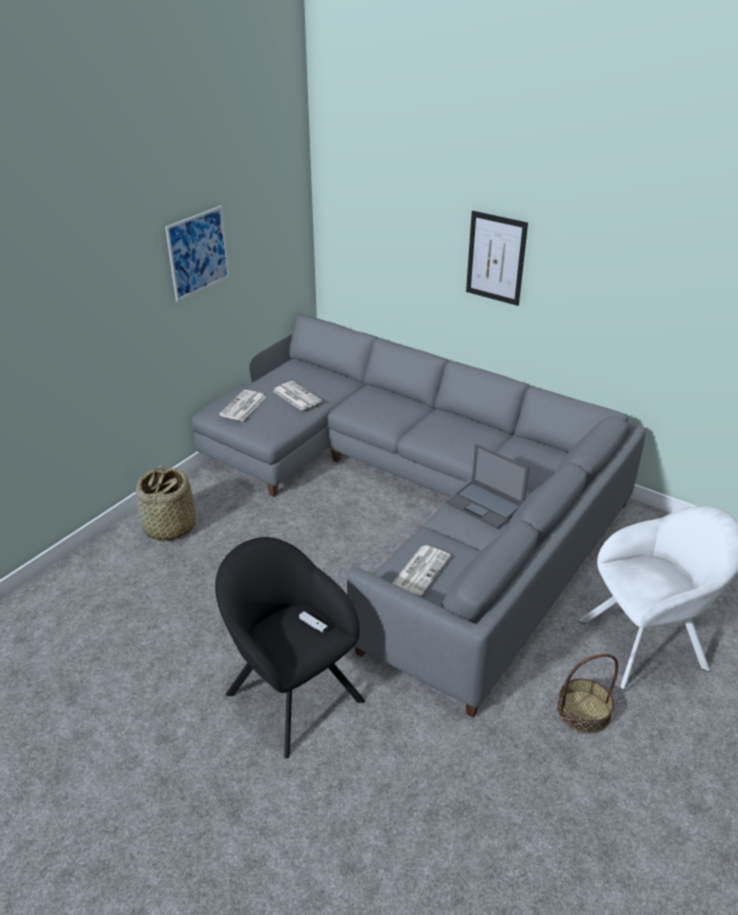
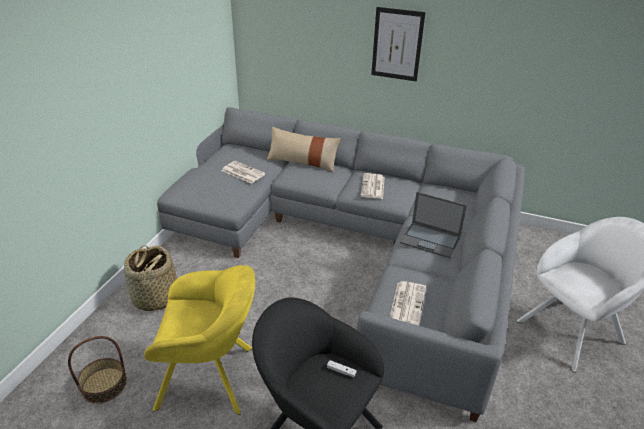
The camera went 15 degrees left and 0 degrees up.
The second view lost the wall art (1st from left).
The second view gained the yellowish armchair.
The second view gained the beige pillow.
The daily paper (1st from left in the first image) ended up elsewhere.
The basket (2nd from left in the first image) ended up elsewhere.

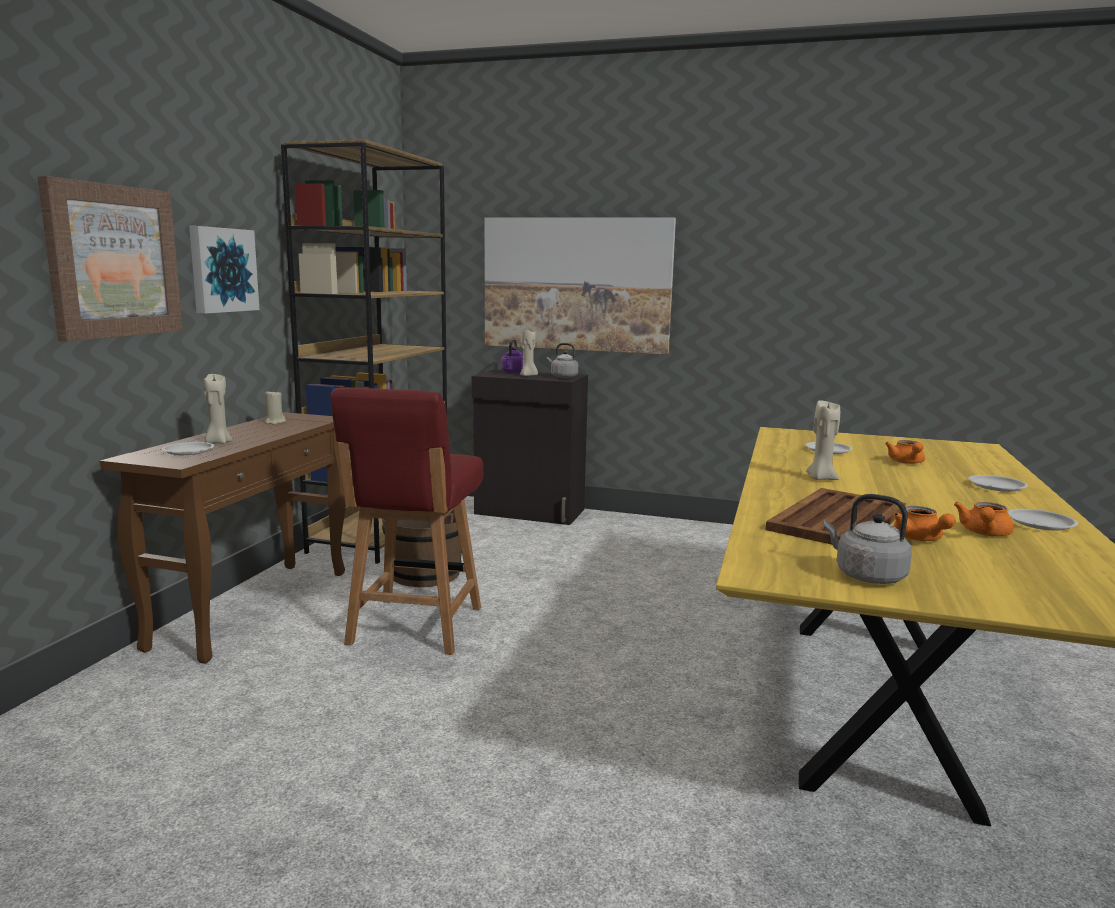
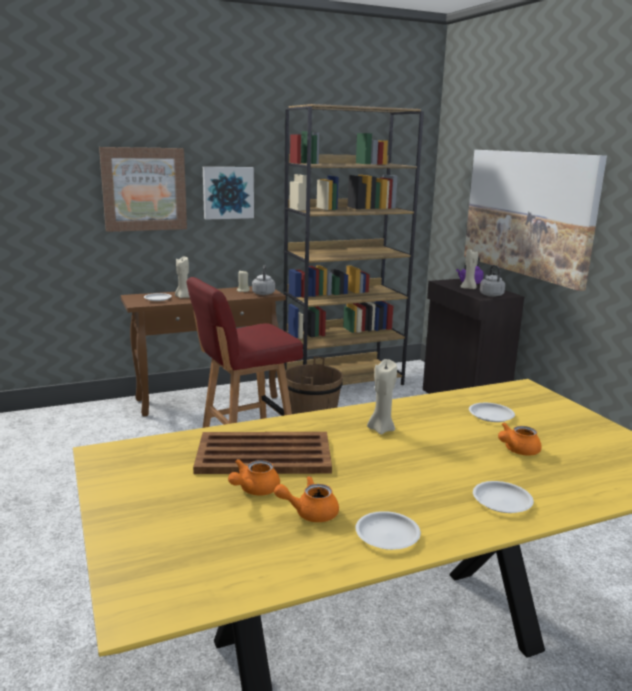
The camera went 50 degrees right and 5 degrees up.
The greyish tea kettle (2nd from left in the first image) ended up elsewhere.

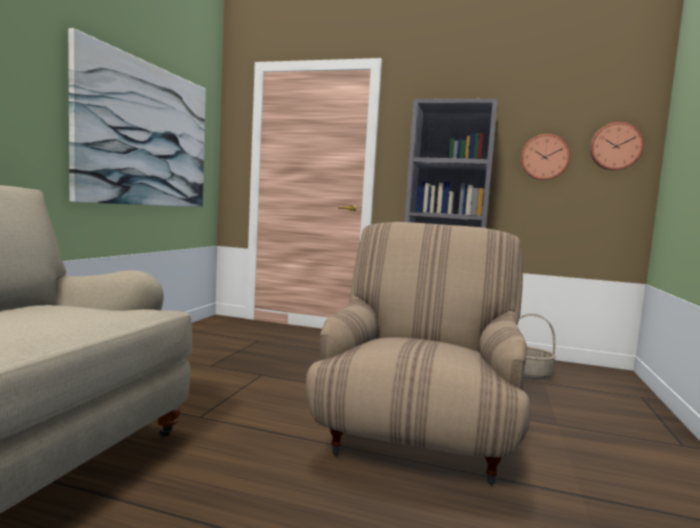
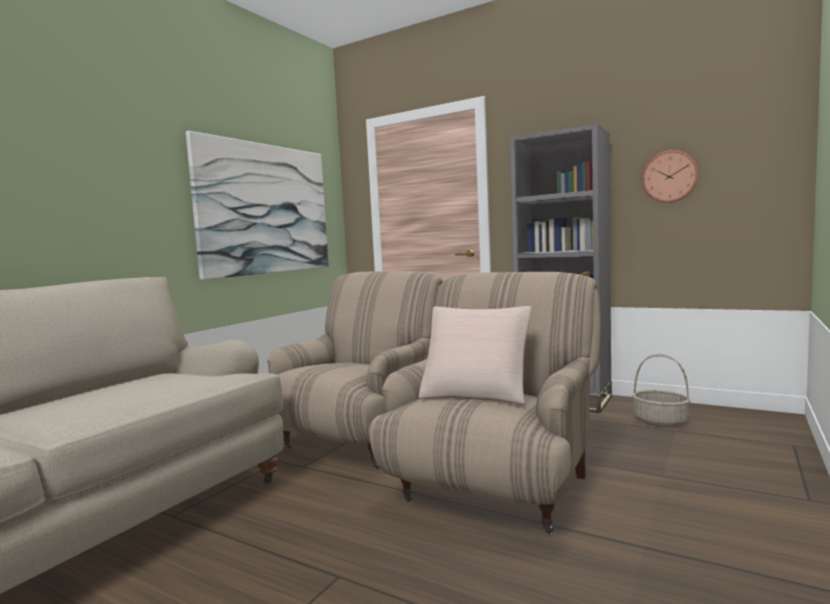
The camera went 15 degrees right and 0 degrees up.
The second view lost the hanging clock (2nd from left).
The second view gained the beige armchair (1st from left).
The second view gained the beige pillow.

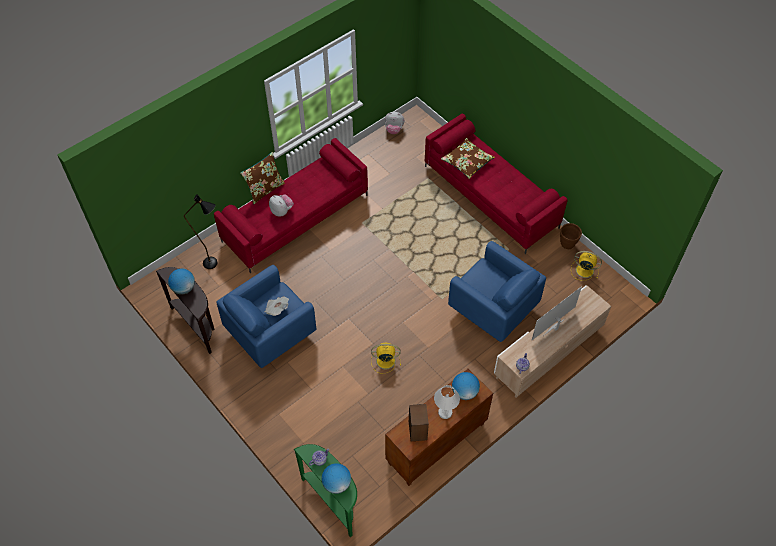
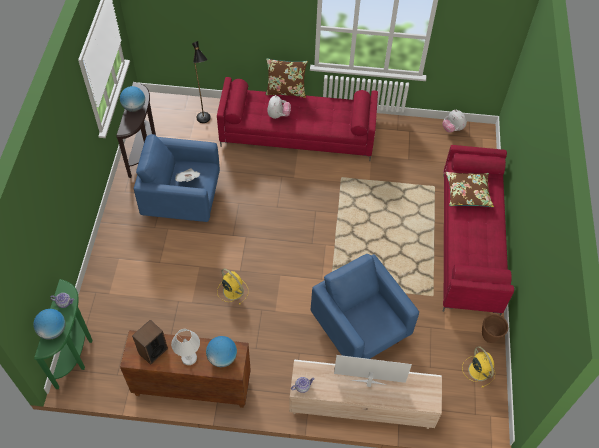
The camera went 45 degrees right and 0 degrees up.
The blue armchair (2nd from left) ended up facing another way, 150 degrees clockwise from before.

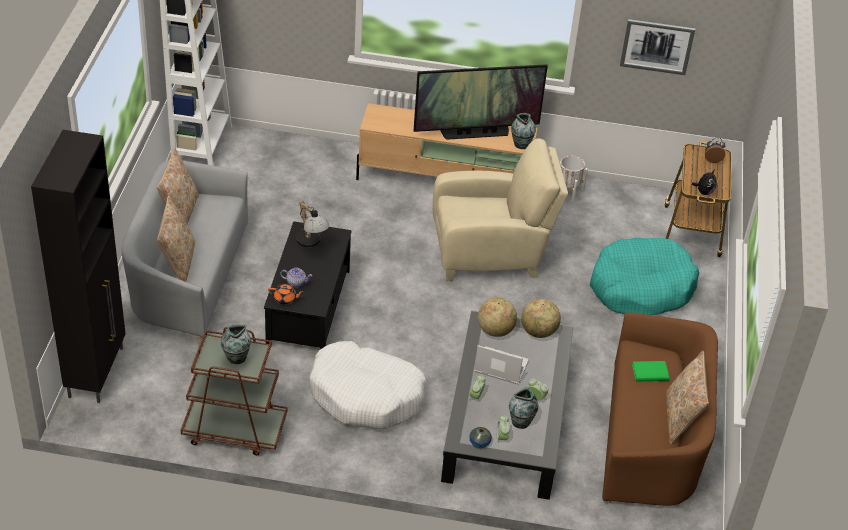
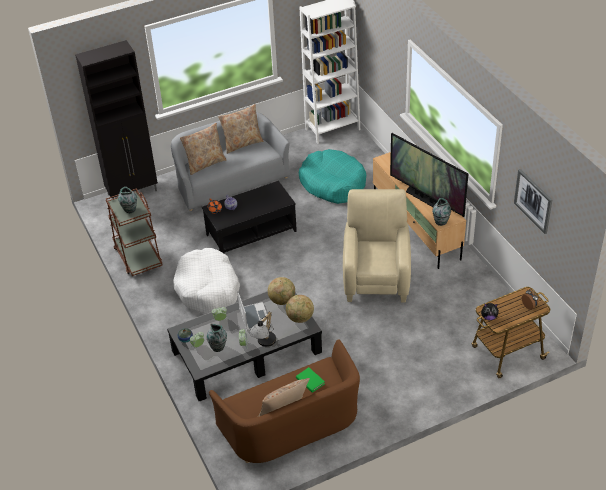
The camera went 60 degrees right and 0 degrees up.
The second view lost the white-coloured plant pot.
The table lamp ended up elsewhere.
The turquoise-coloured dog cushion ended up elsewhere.
The beige armchair ended up facing another way, 135 degrees counterclockwise from before.

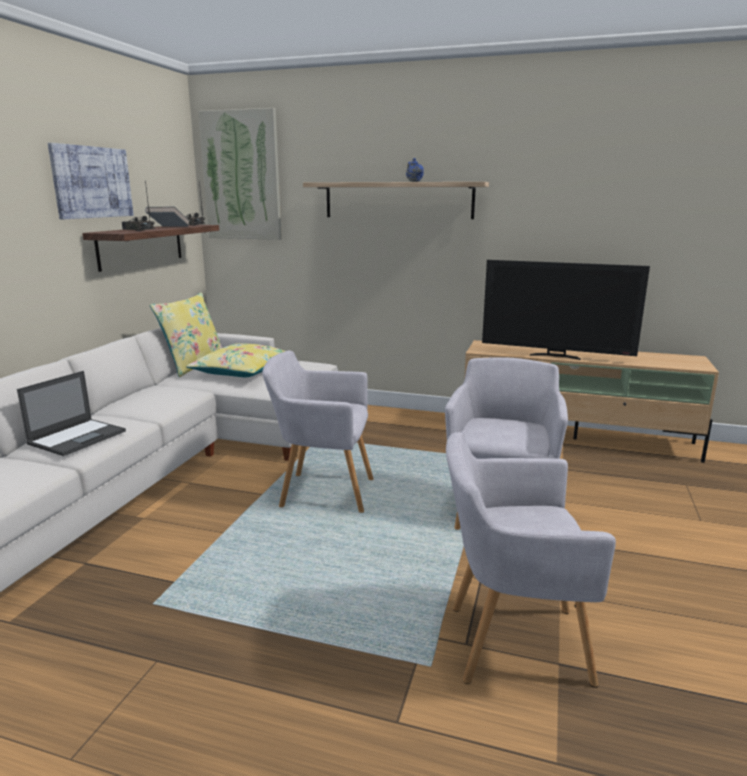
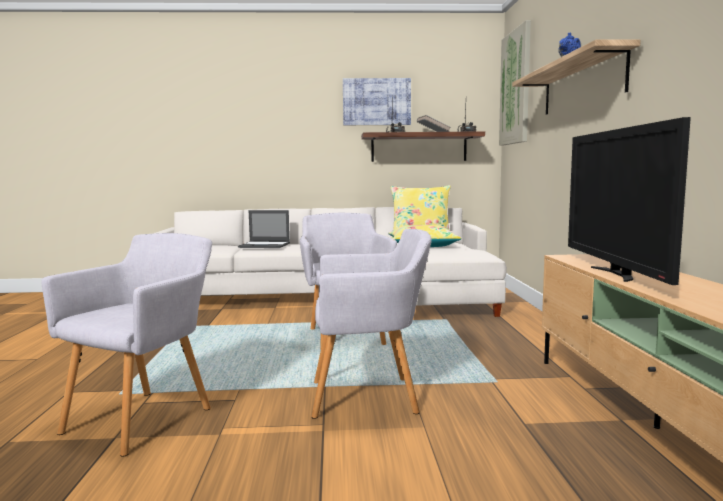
The camera went 70 degrees right and 10 degrees down.
The greyish armchair (3rd from left in the first image) ended up facing another way, 45 degrees clockwise from before.

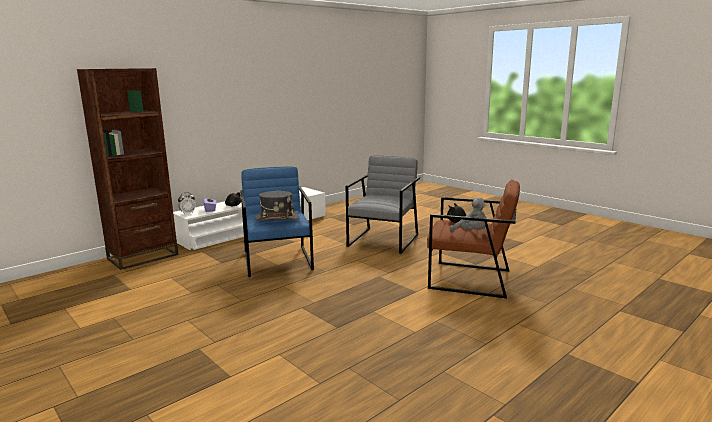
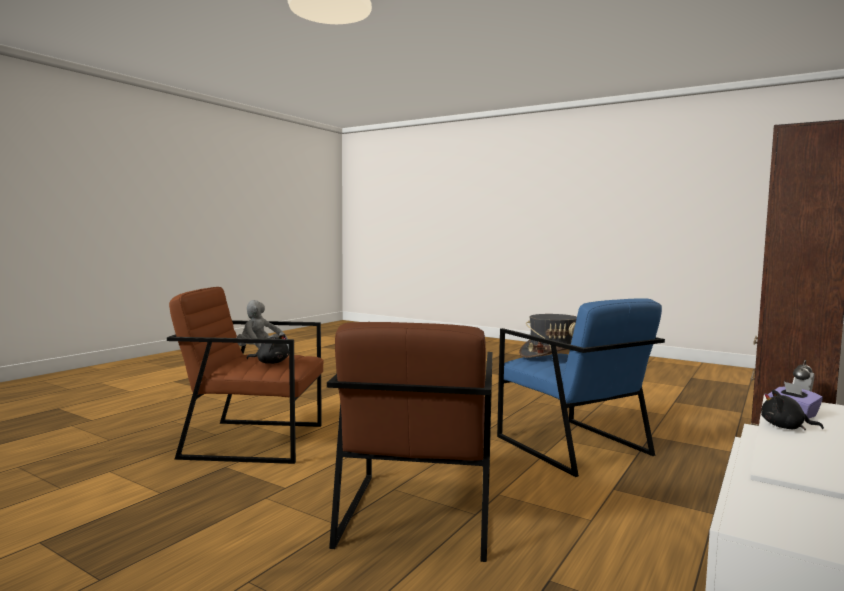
The camera went 165 degrees right and 10 degrees down.
What was the greyish armchair turned into the brown armchair (2nd from left).

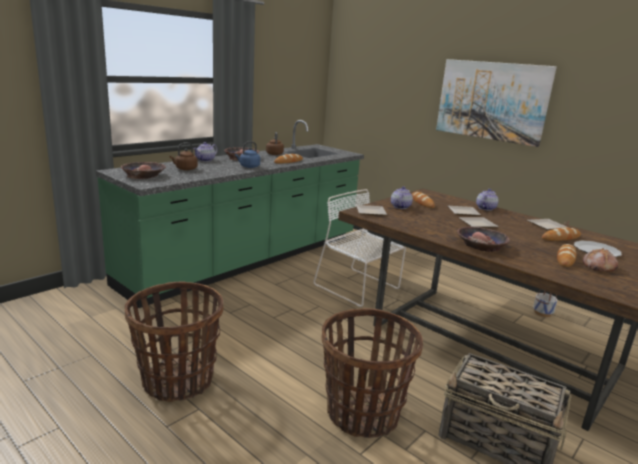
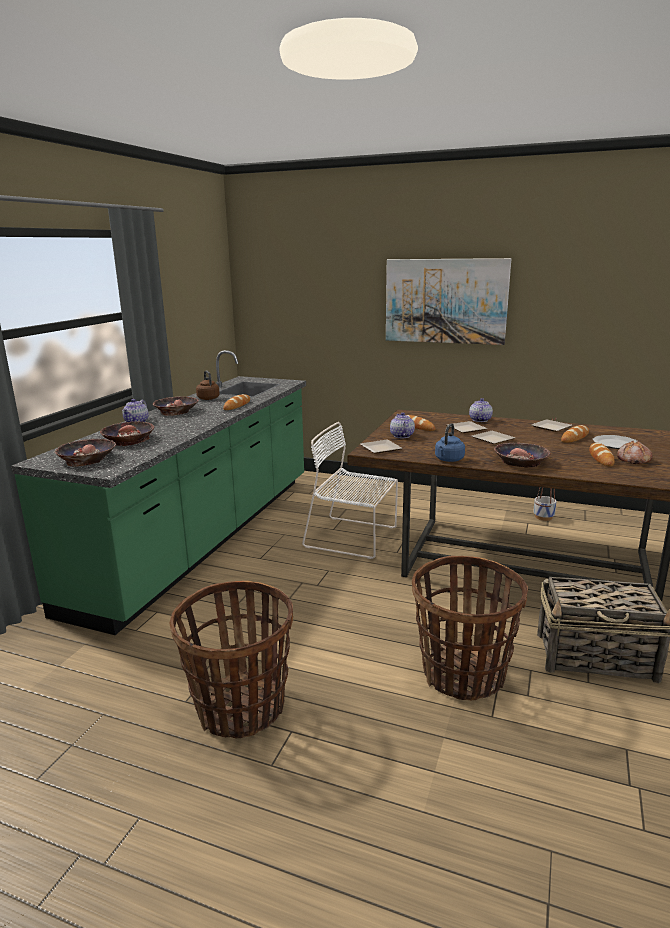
The camera went 20 degrees left and 0 degrees up.
The blue tea kettle ended up elsewhere.
Where the brown tea kettle (1st from left) stood, the serving bowl (2nd from left) came to stand.

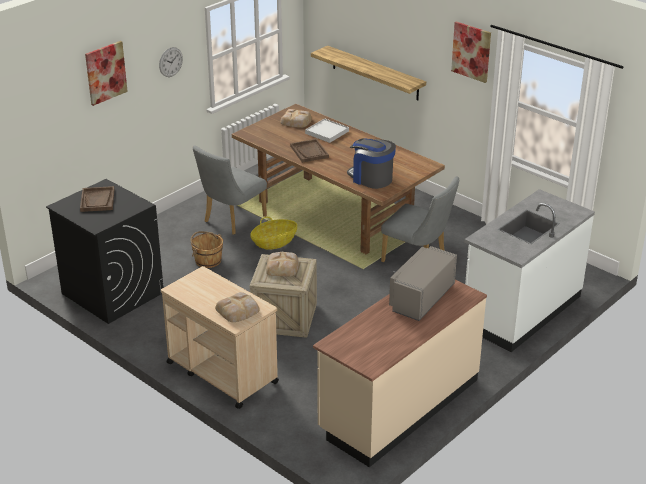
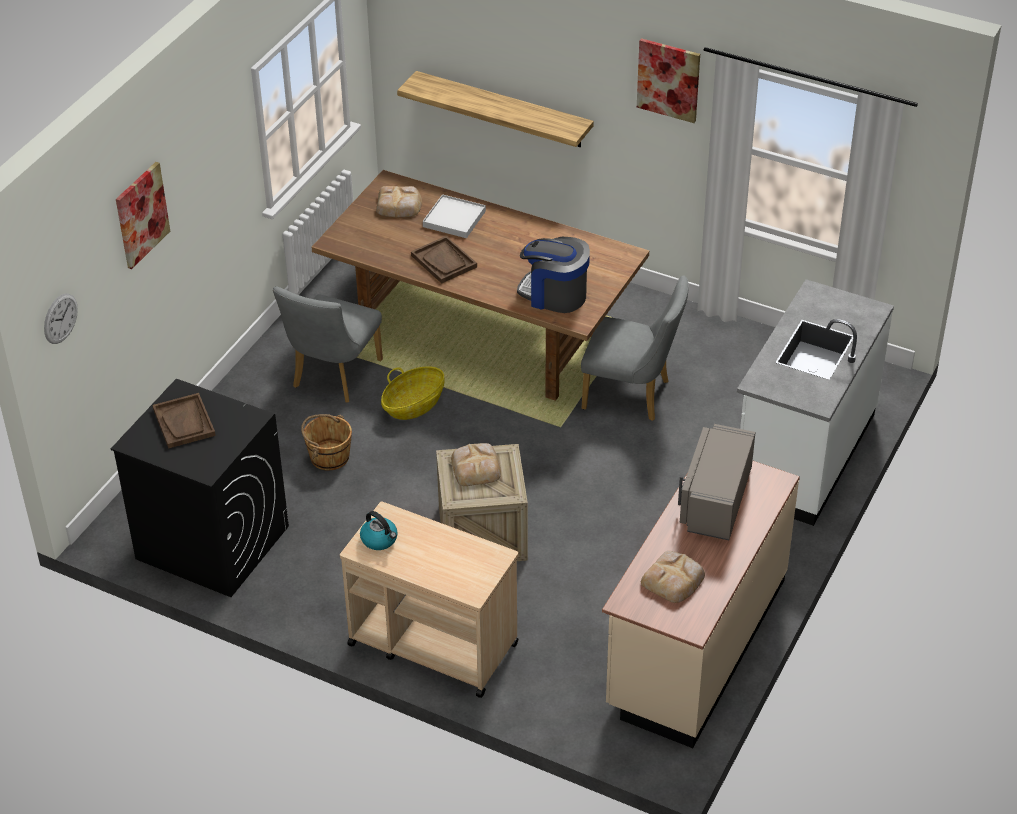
The camera went 15 degrees left and 10 degrees up.
The second view gained the tea kettle.
The hanging clock ended up elsewhere.
The baked bread (1st from left in the first image) ended up elsewhere.

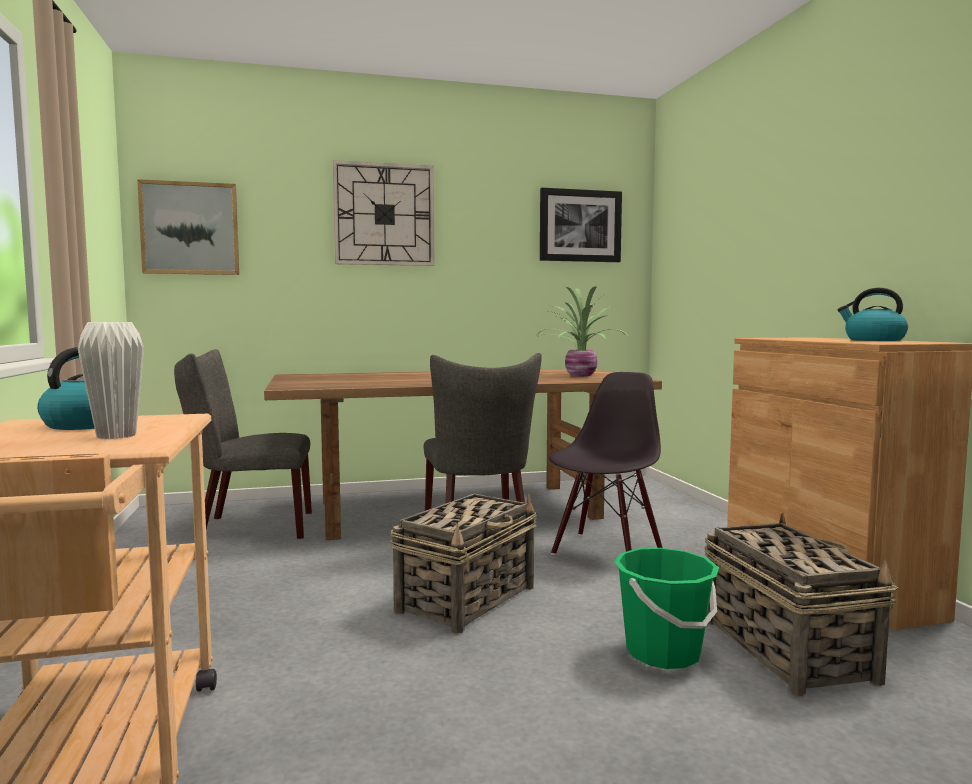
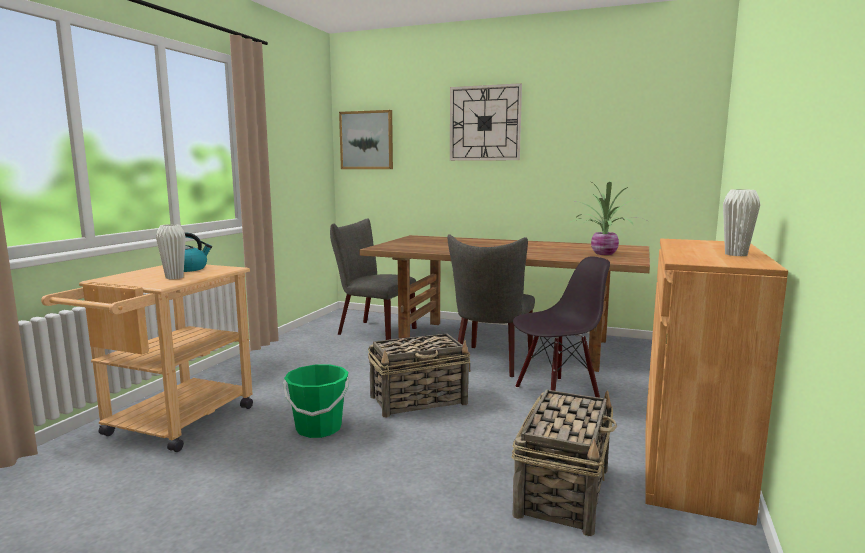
The camera went 35 degrees right and 5 degrees up.
The second view lost the wall art (2nd from left).
The greenish pail ended up elsewhere.
Where the tea kettle (2nd from left) stood, the white-coloured decorative vase (2nd from left) came to stand.

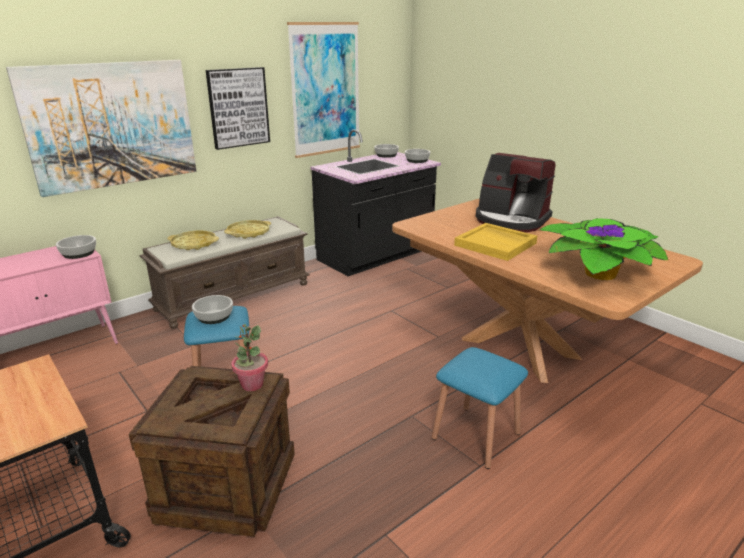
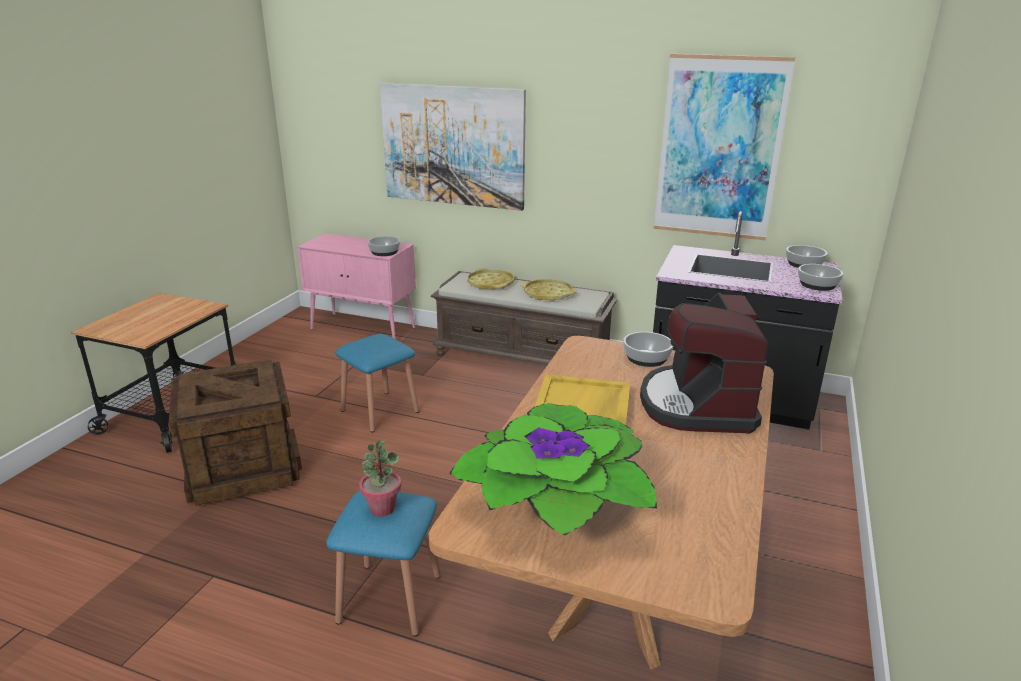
The camera went 60 degrees right and 0 degrees up.
The second view lost the wall art (2nd from left).
The serving bowl (2nd from left) ended up elsewhere.
The potted plant (1st from left) ended up elsewhere.

